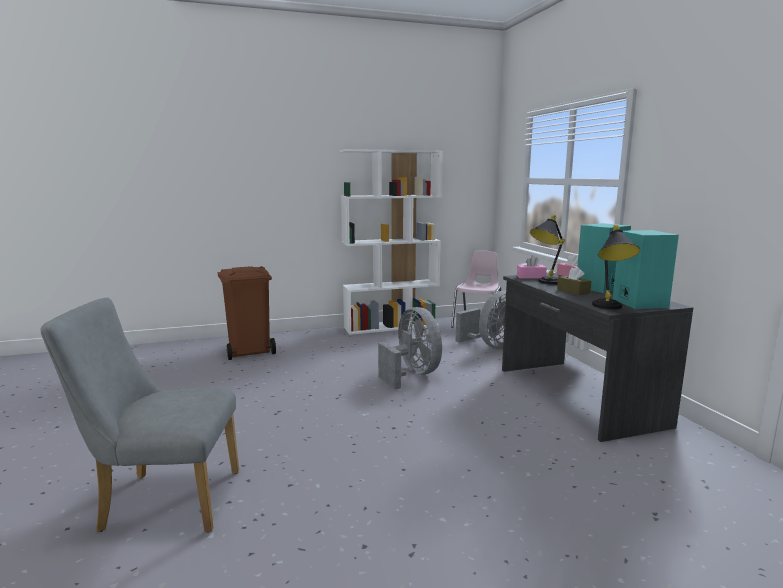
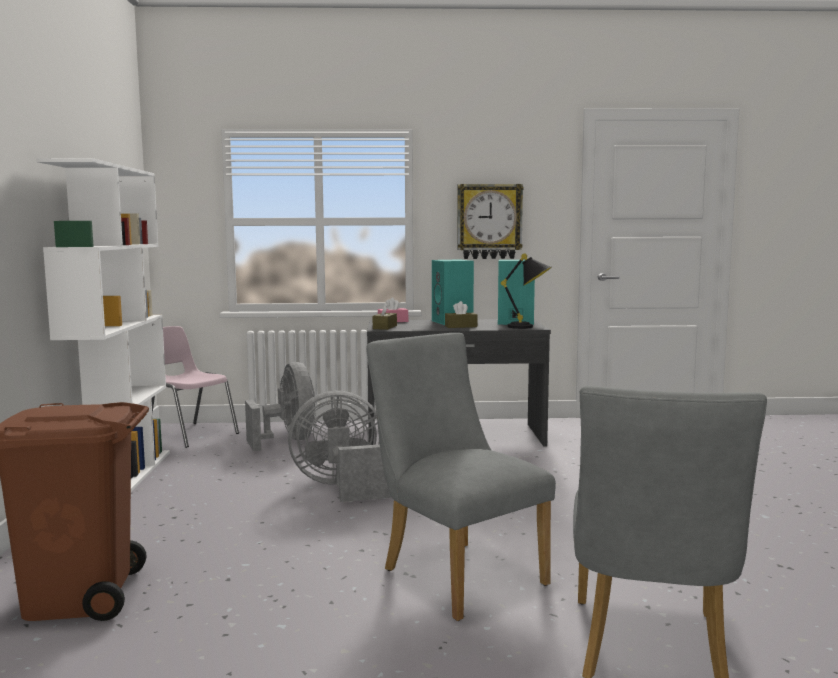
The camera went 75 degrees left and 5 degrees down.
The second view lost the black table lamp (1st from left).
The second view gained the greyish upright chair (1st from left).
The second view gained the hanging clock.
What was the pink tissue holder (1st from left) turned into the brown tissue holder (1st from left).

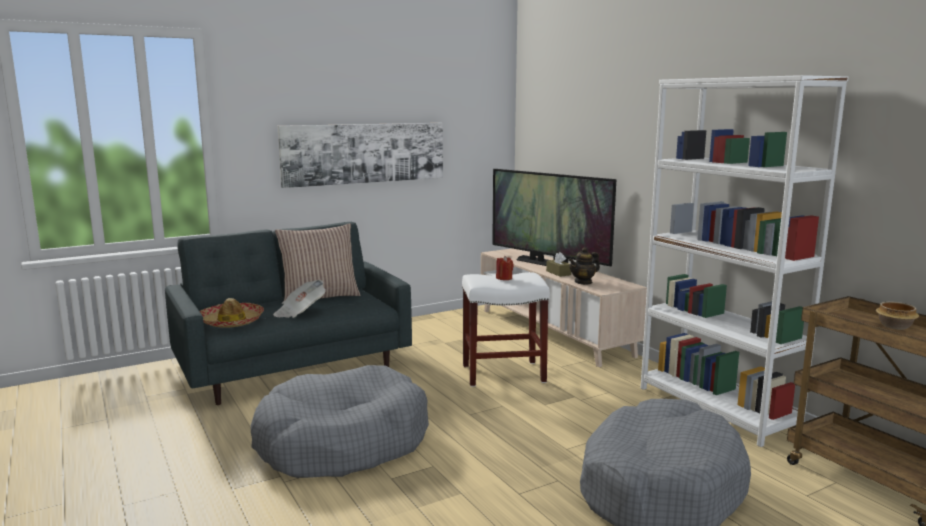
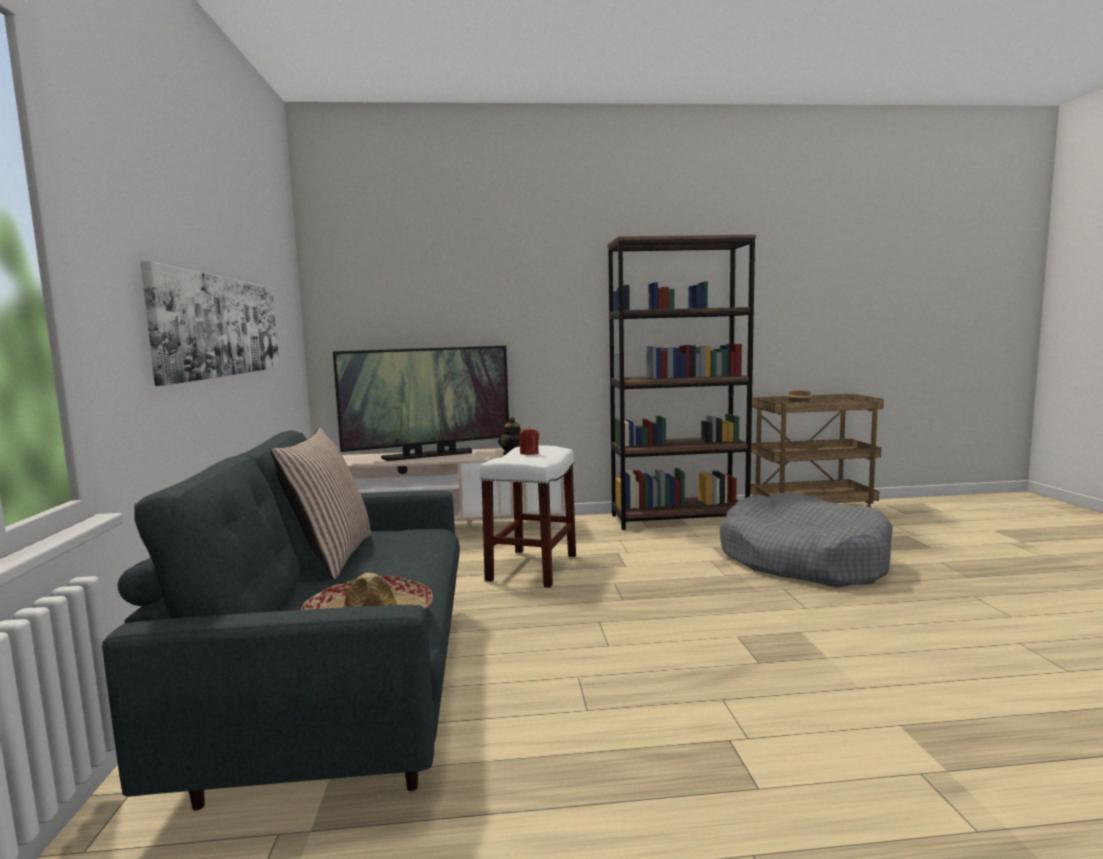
The camera went 65 degrees left and 5 degrees down.
The second view lost the greyish dog cushion (1st from left).
The second view lost the daily paper.
The second view lost the brown tissue holder.
What was the white-coloured shelving unit turned into the brown shelving unit.

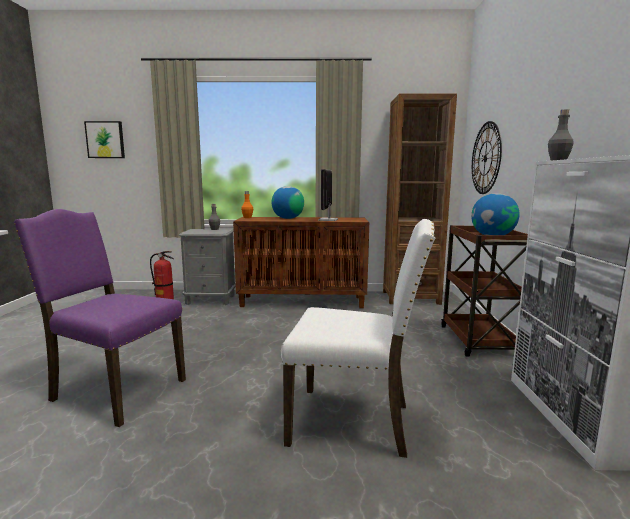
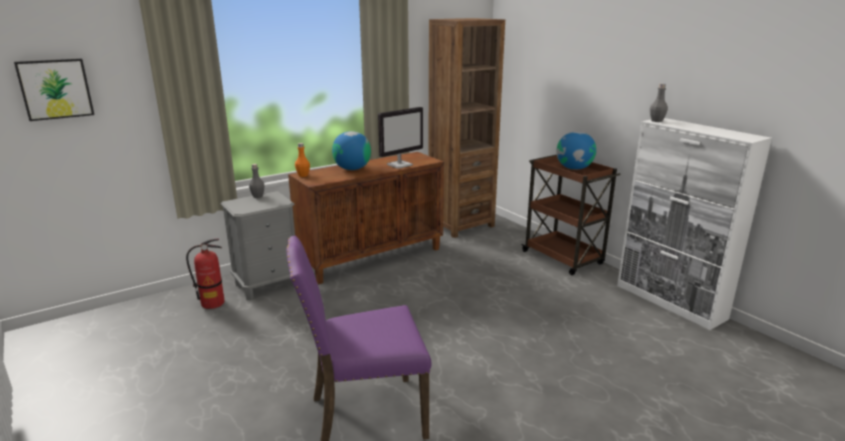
The camera went 35 degrees left and 10 degrees up.
The second view lost the white-coloured upright chair.
The second view lost the hanging clock.
The computer screen ended up facing another way, 105 degrees counterclockwise from before.

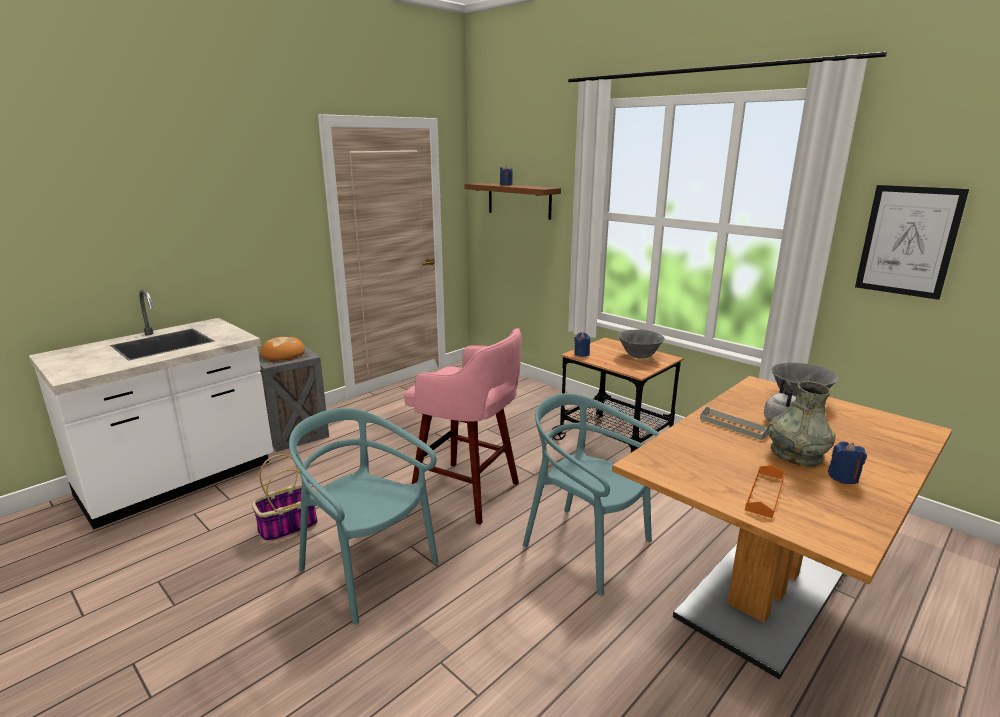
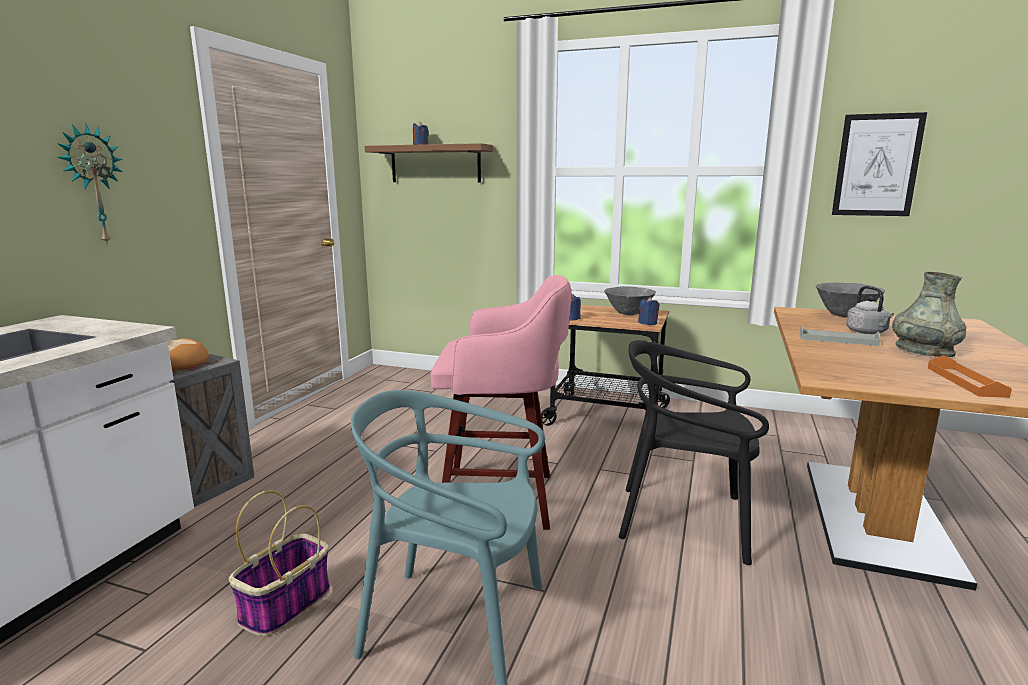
The camera went 25 degrees left and 5 degrees down.
The second view gained the hanging clock.
The blue wax candle (3rd from left) ended up elsewhere.
What was the turquoise-coloured upright chair (2nd from left) turned into the black upright chair.

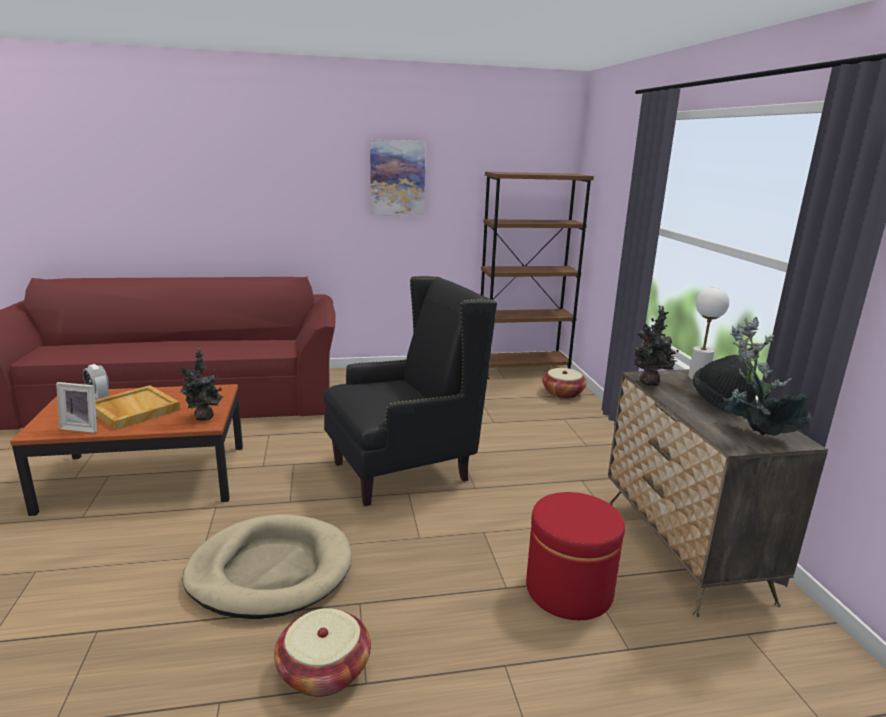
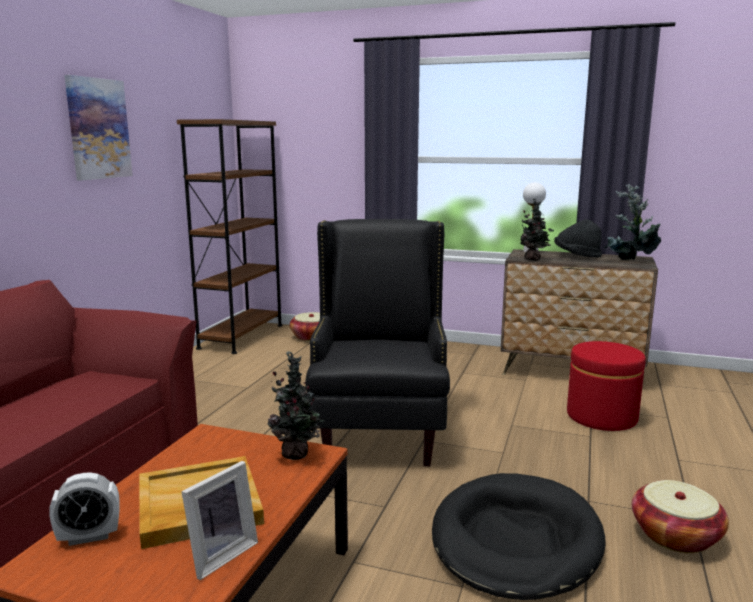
The camera went 60 degrees left and 5 degrees down.
What was the beige dog cushion turned into the black dog cushion.

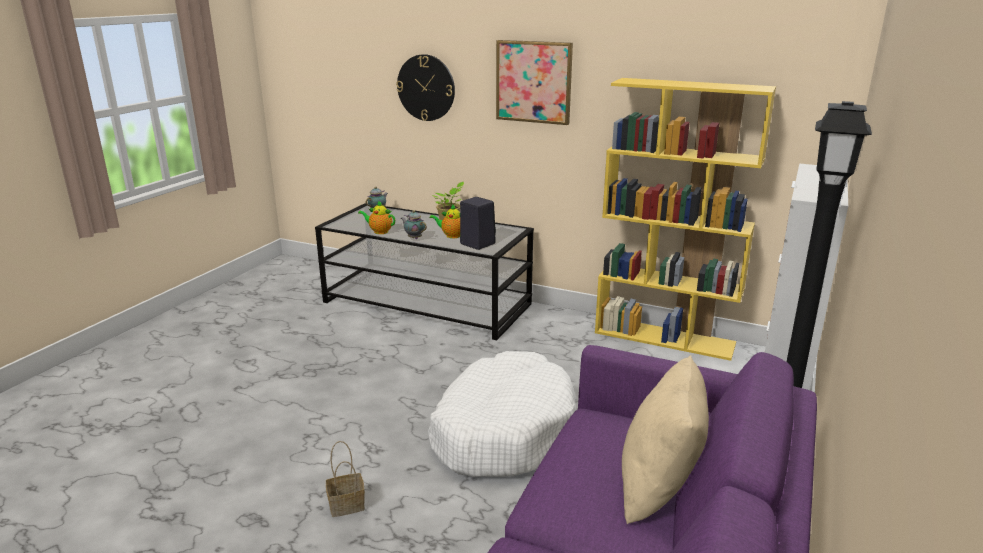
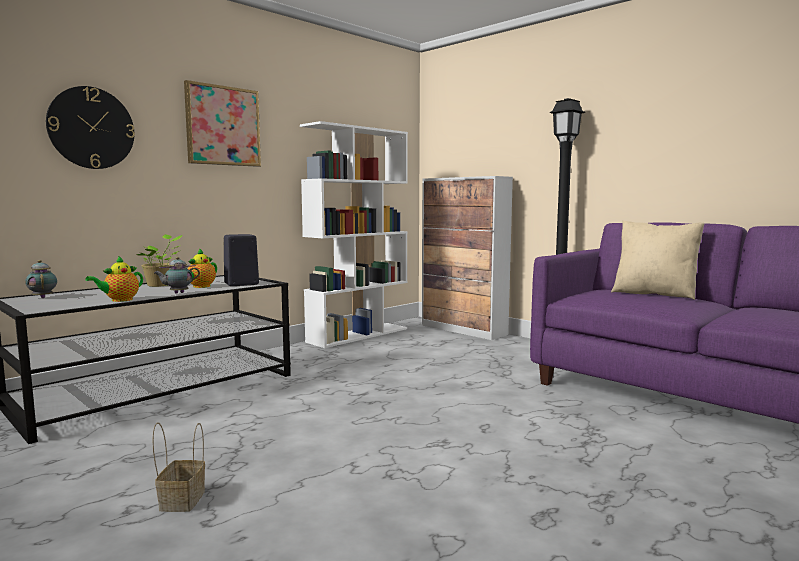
The camera went 70 degrees left and 15 degrees down.
The second view lost the white-coloured dog cushion.
The basket ended up elsewhere.
What was the yellowish shelving unit turned into the white-coloured shelving unit.

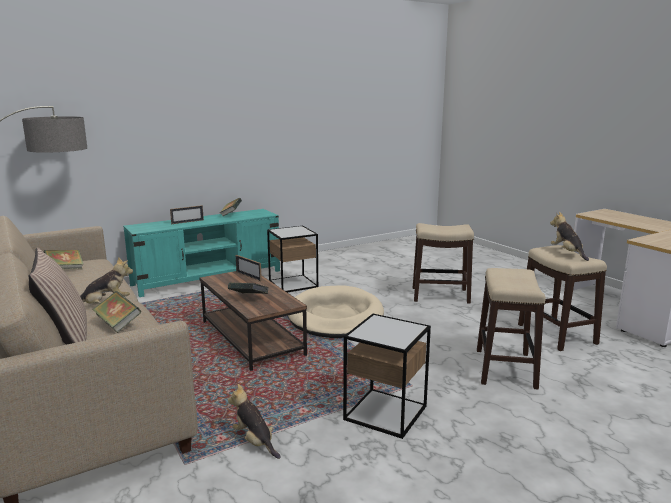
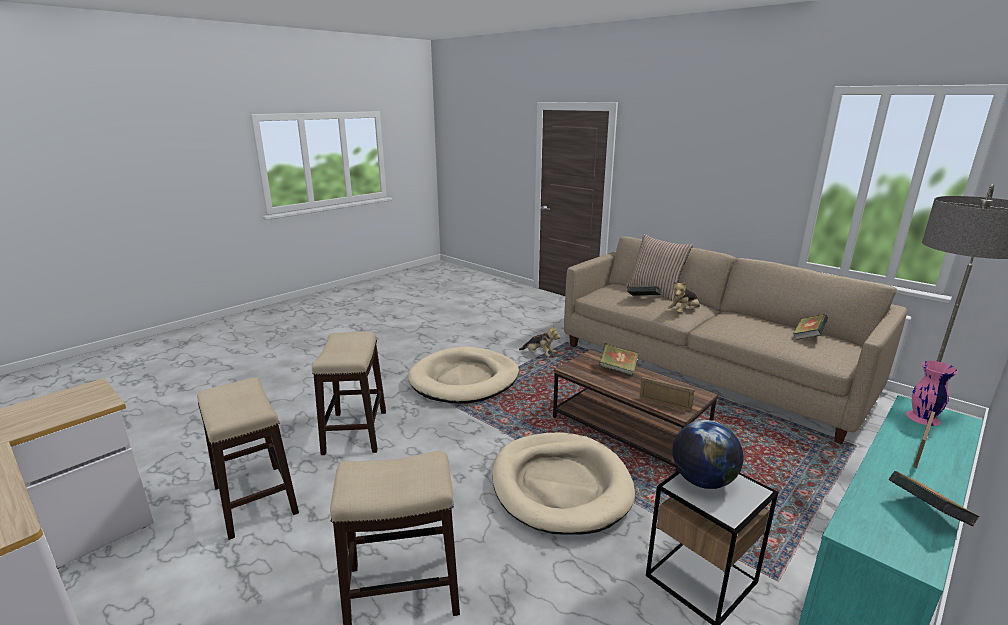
The camera went 165 degrees right and 5 degrees up.
The second view lost the cuddly toy (3rd from left).
The second view gained the desk globe.
The second view gained the pink decorative vase.
Where the accent table (2nd from left) stood, the beige dog cushion (1st from left) came to stand.

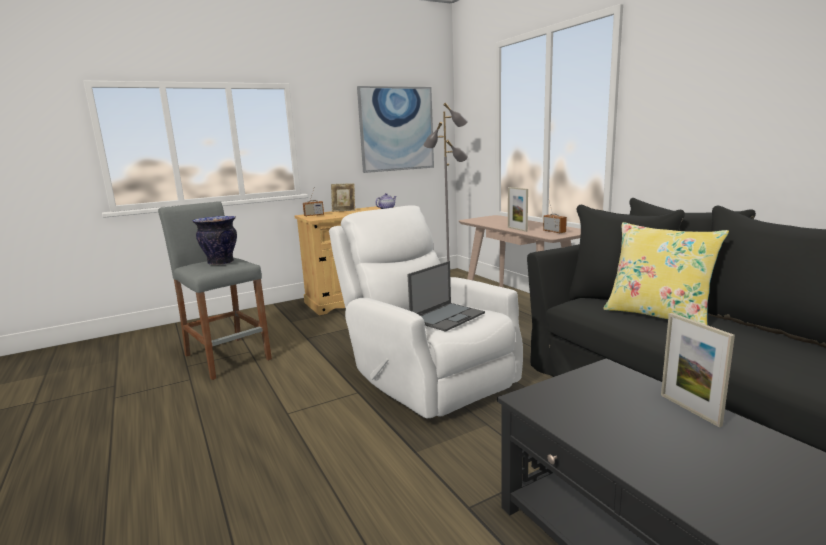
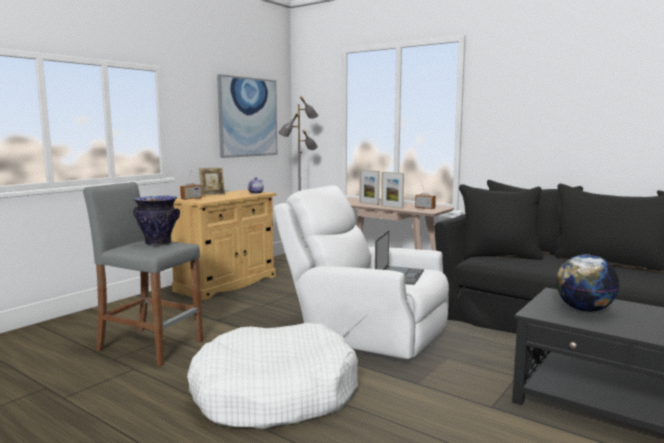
The camera went 25 degrees left and 5 degrees down.
The second view lost the yellowish pillow.
The second view gained the white-coloured dog cushion.
The second view gained the desk globe.
The photo frame (3rd from left in the first image) ended up elsewhere.

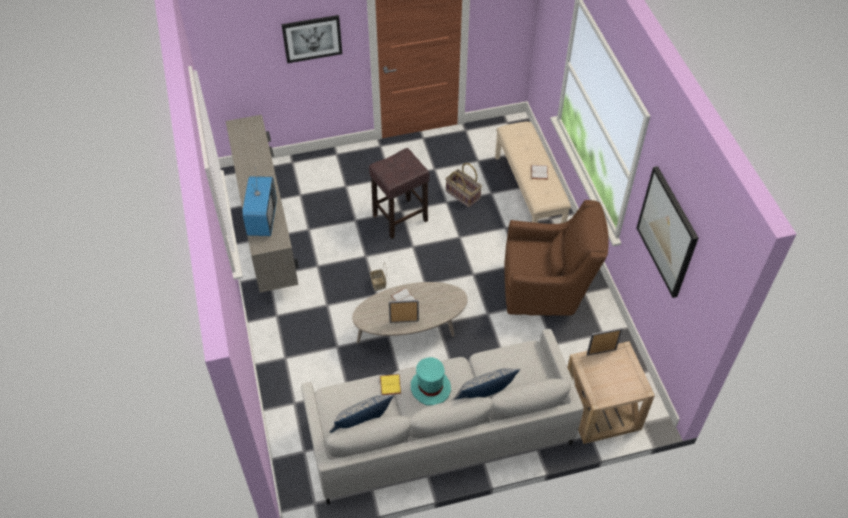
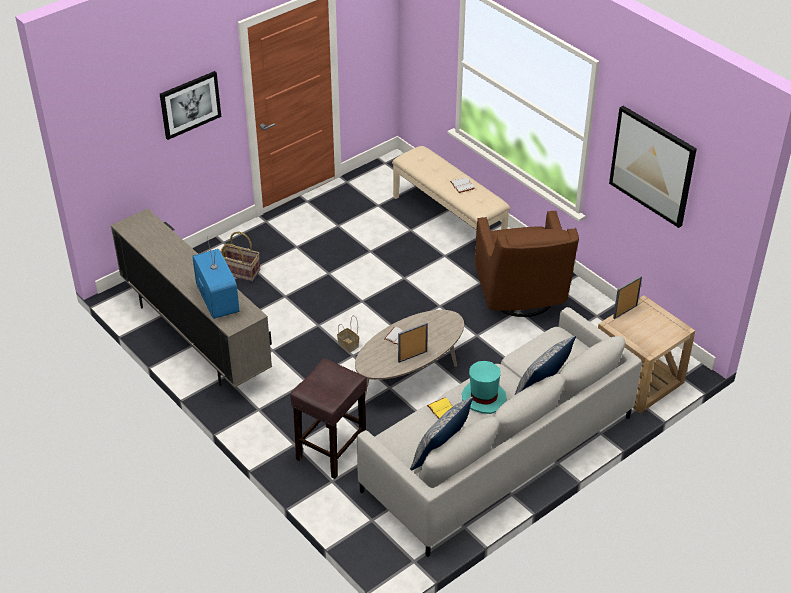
The camera went 25 degrees left and 10 degrees down.
The brown sitting stool ended up elsewhere.
The basket (2nd from left in the first image) ended up elsewhere.
The brown armchair ended up facing another way, 105 degrees clockwise from before.

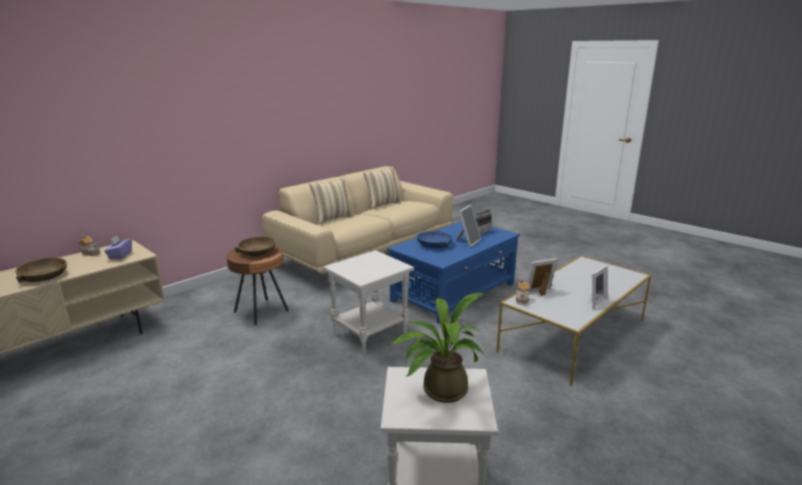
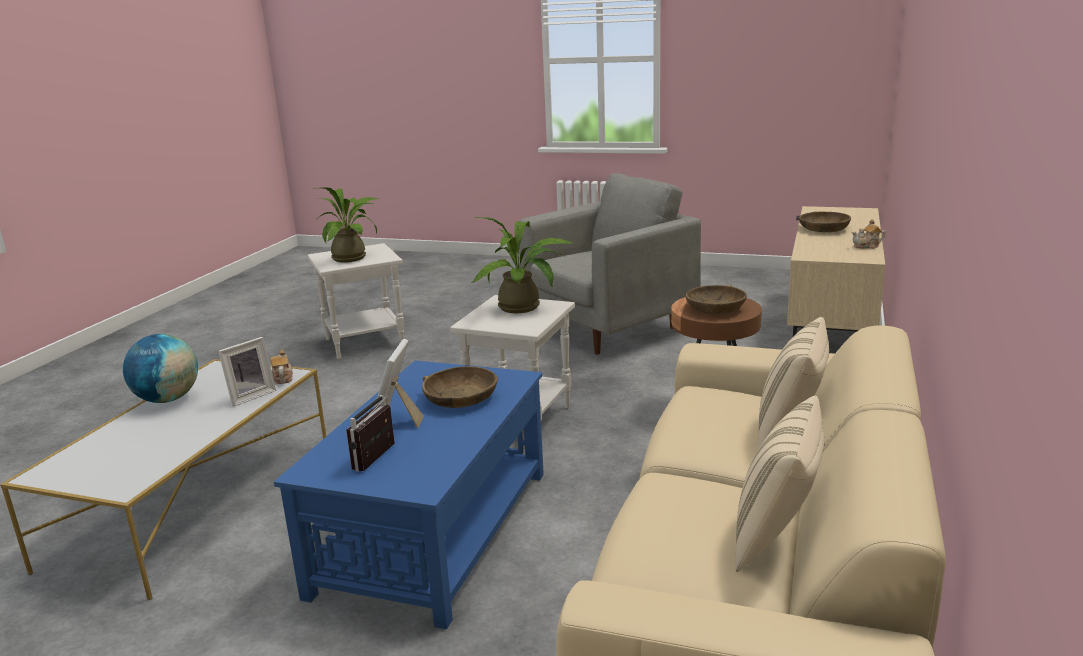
The camera went 155 degrees right and 0 degrees up.
The second view lost the purple tissue holder.
The second view gained the potted plant (2nd from left).
The second view gained the greyish armchair.
Where the photo frame (3rd from left) stood, the desk globe came to stand.
What was the blue serving bowl turned into the brown serving bowl (1st from left).

